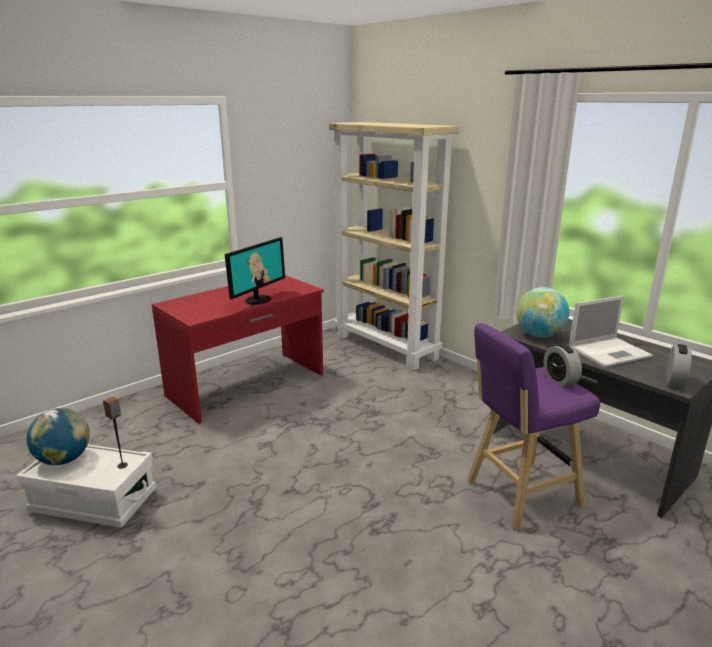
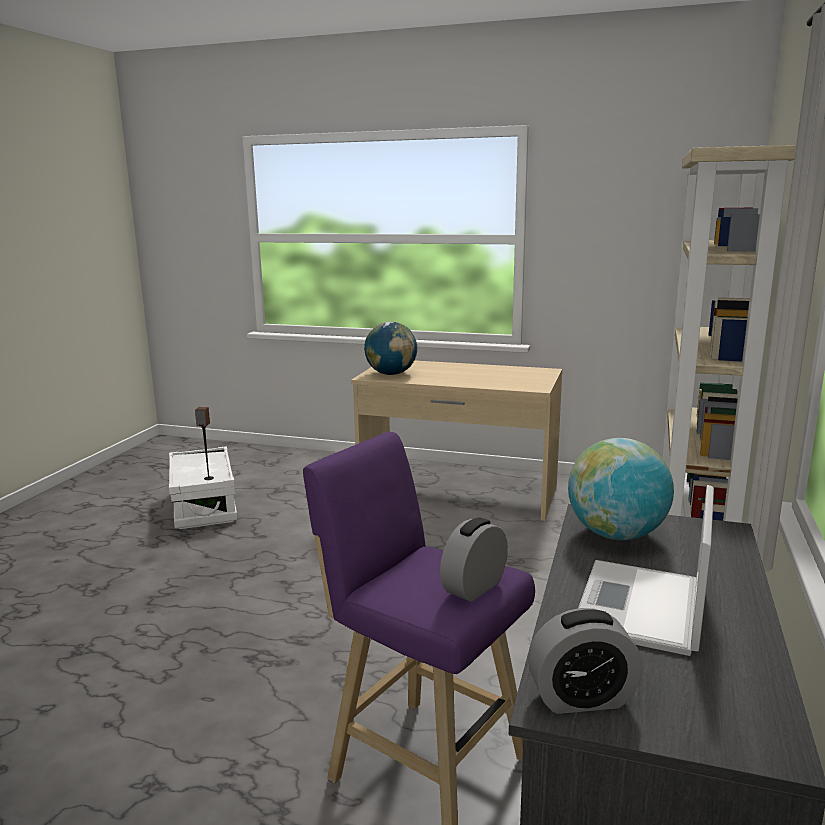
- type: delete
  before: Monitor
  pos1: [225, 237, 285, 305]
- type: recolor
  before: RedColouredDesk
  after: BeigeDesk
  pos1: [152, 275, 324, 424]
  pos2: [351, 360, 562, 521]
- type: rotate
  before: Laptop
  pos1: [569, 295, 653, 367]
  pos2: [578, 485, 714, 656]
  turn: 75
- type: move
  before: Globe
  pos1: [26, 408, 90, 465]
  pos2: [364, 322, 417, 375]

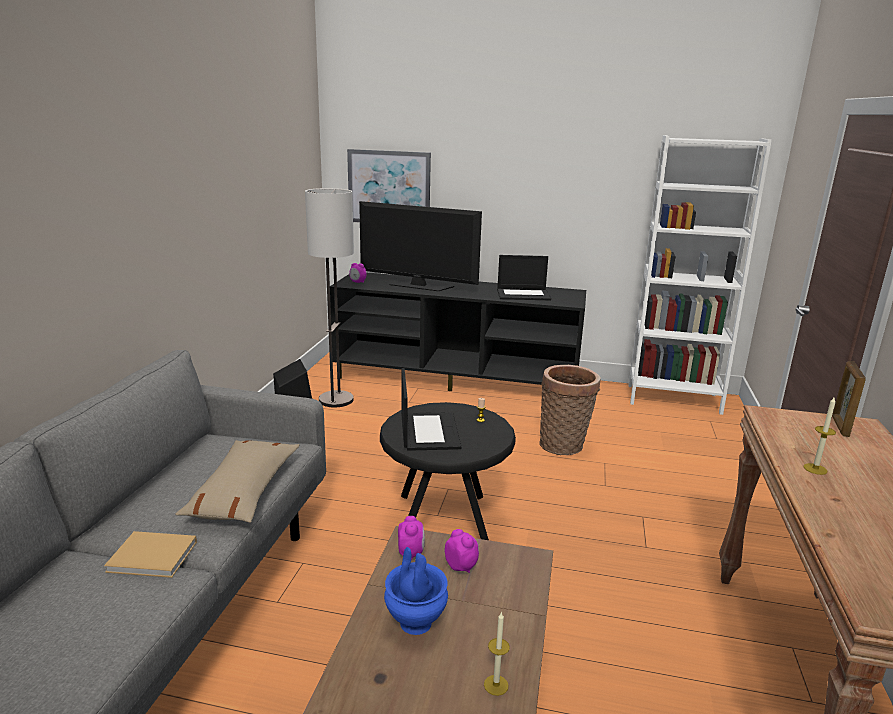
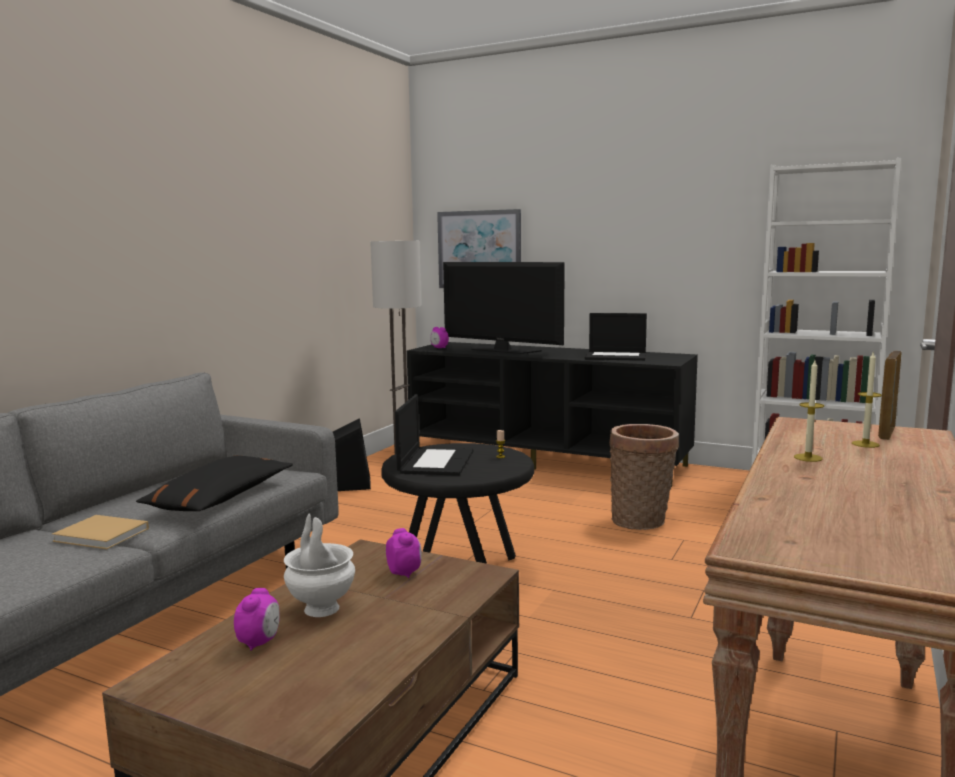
- type: recolor
  before: BeigeCushion
  after: BlackishCushion
  pos1: [175, 440, 299, 523]
  pos2: [136, 456, 293, 511]
- type: move
  before: TableClock
  pos1: [398, 516, 425, 561]
  pos2: [234, 588, 280, 651]
- type: recolor
  before: BluishDecorativeVase
  after: WhitishDecorativeVase
  pos1: [384, 547, 448, 635]
  pos2: [284, 513, 355, 617]
- type: move
  before: WaxCandle
  pos1: [484, 612, 510, 696]
  pos2: [852, 352, 882, 448]

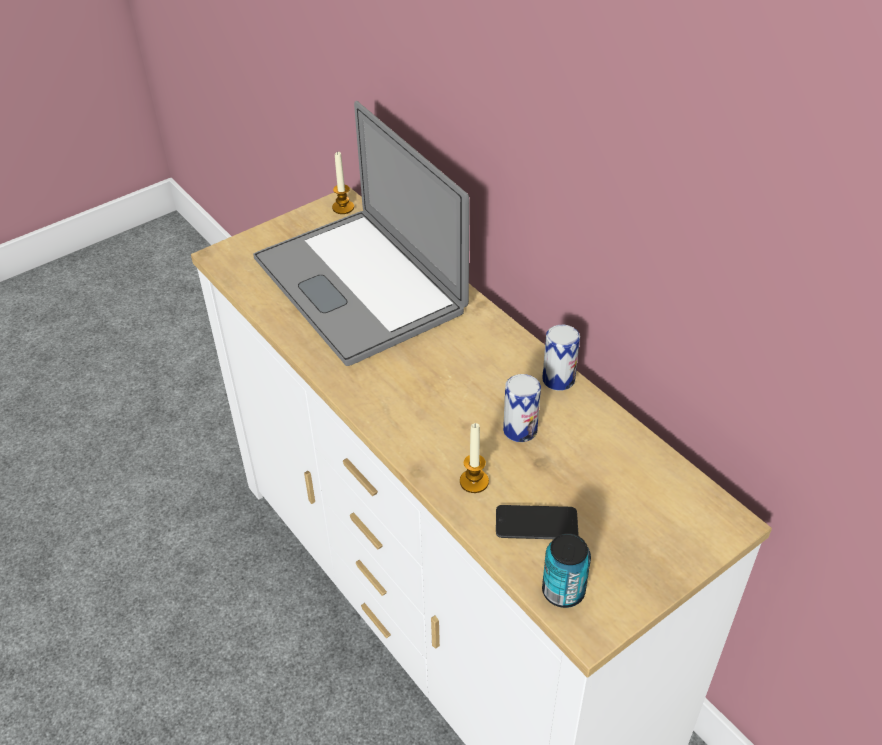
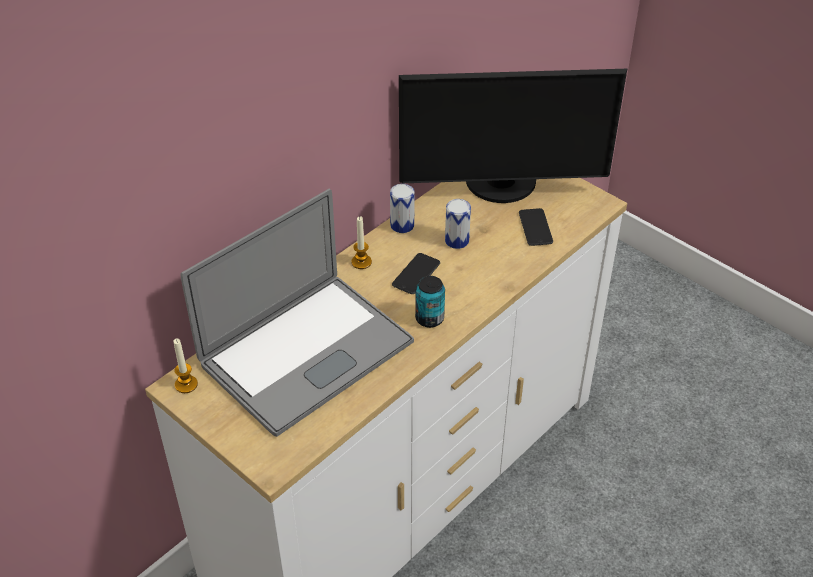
- type: move
  before: WaxCandle
  pos1: [460, 423, 489, 493]
  pos2: [351, 216, 372, 269]
- type: move
  before: MetalCan
  pos1: [542, 533, 591, 608]
  pos2: [415, 276, 445, 328]
- type: insert
  after: Monitor
  pos2: [399, 69, 627, 203]
- type: insert
  after: Handset
  pos2: [392, 253, 440, 294]

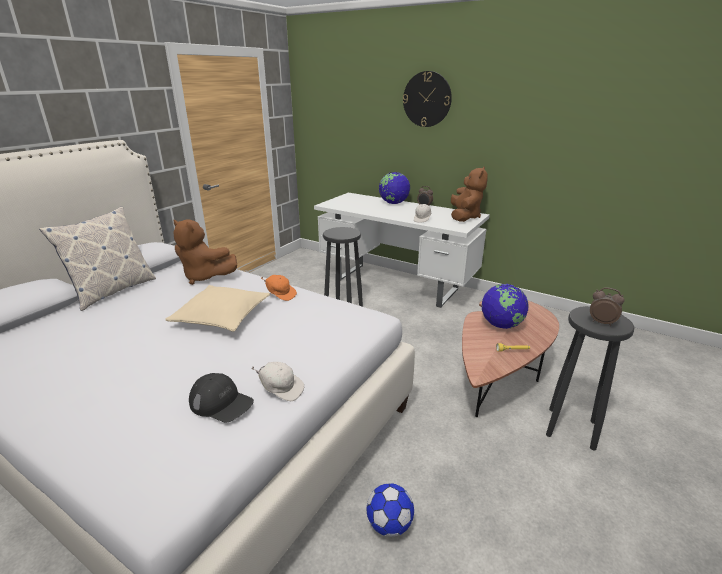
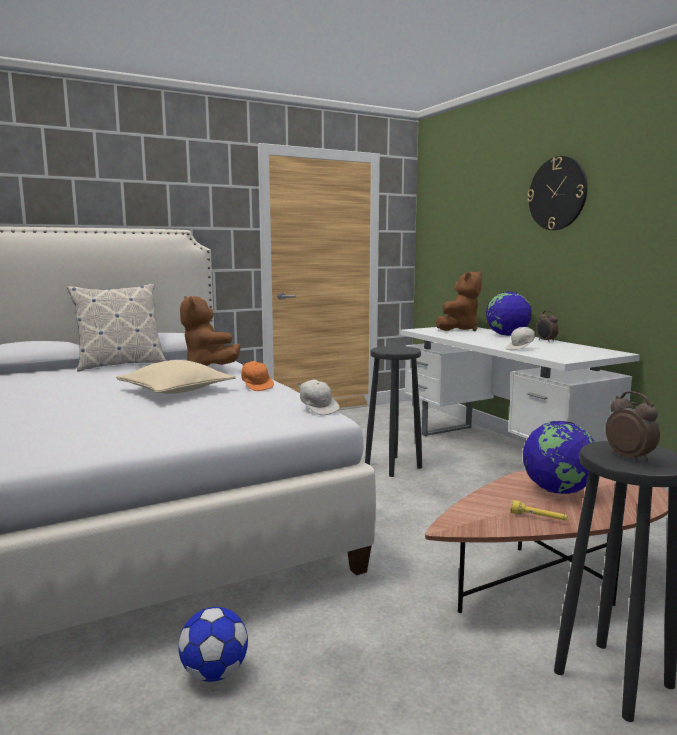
- type: move
  before: BrownSoftToy
  pos1: [451, 166, 488, 222]
  pos2: [436, 271, 482, 331]
- type: move
  before: WhitishCap
  pos1: [251, 362, 304, 401]
  pos2: [297, 380, 340, 415]
- type: delete
  before: BlackishCap
  pos1: [189, 373, 254, 422]

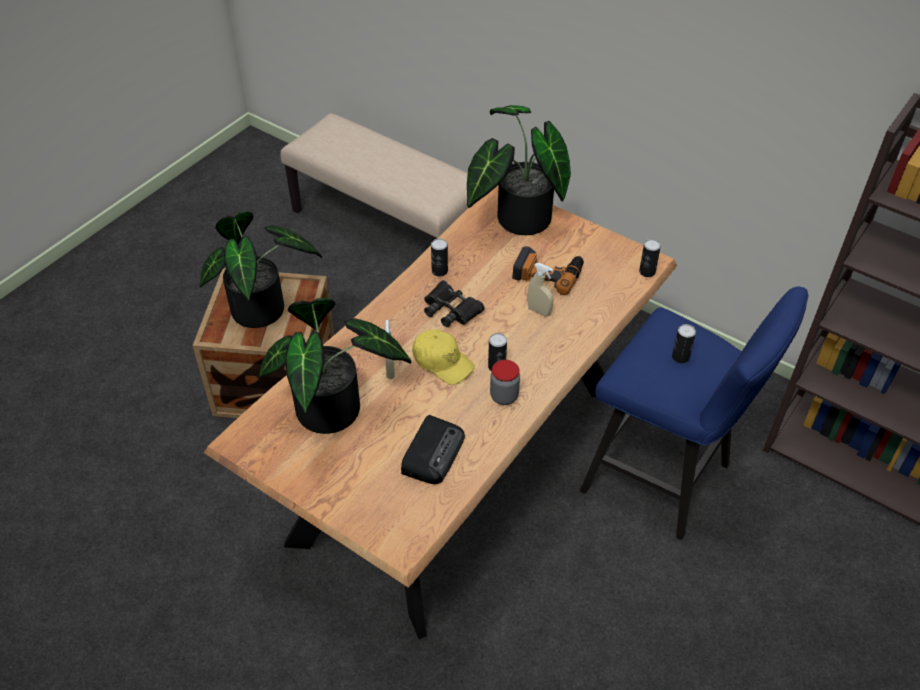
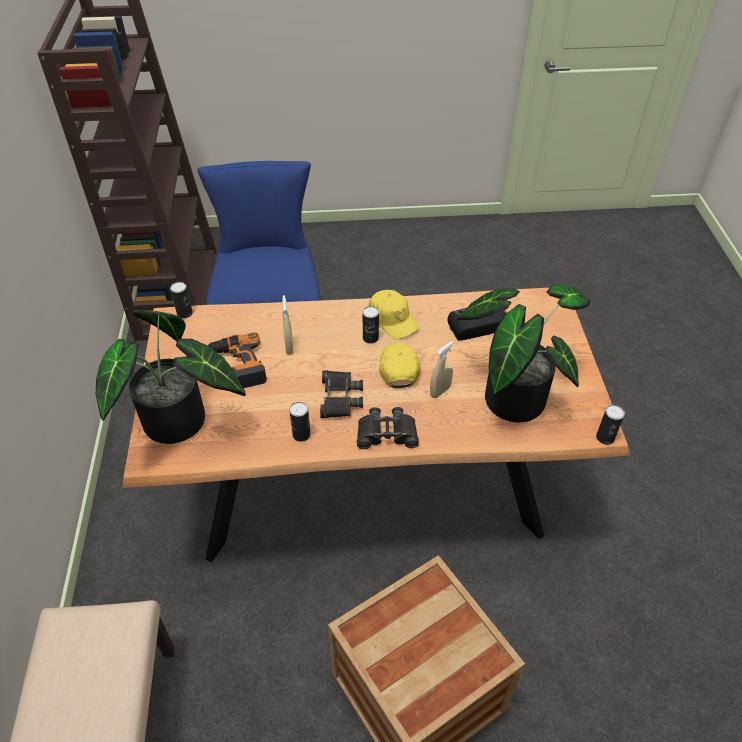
- type: delete
  before: PottedPlant
  pos1: [200, 211, 322, 328]
- type: move
  before: MetalCan
  pos1: [672, 324, 696, 364]
  pos2: [596, 405, 625, 445]
- type: replace
  before: PreserveJar
  after: YellowColouredCap
  pos1: [490, 360, 520, 405]
  pos2: [369, 290, 420, 339]
- type: insert
  after: BlackishFieldGlasses
  pos2: [357, 407, 419, 449]

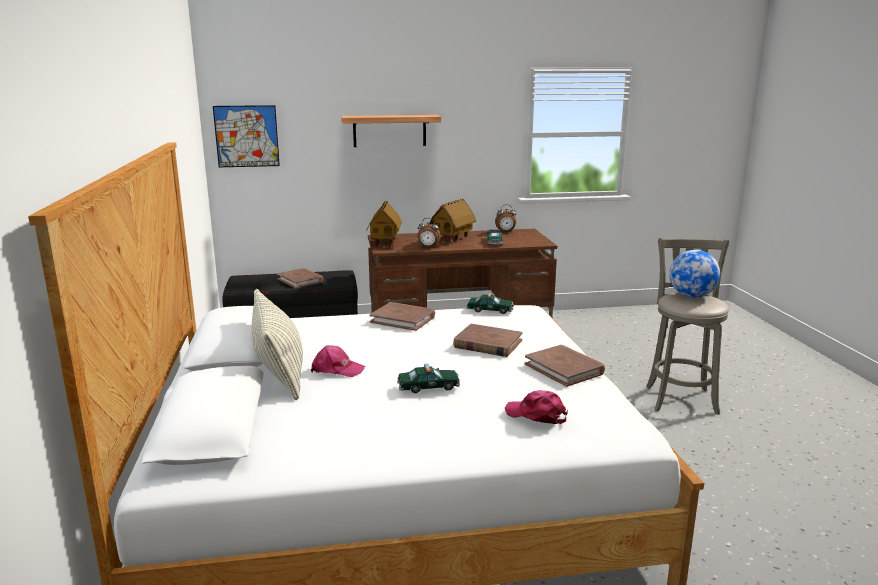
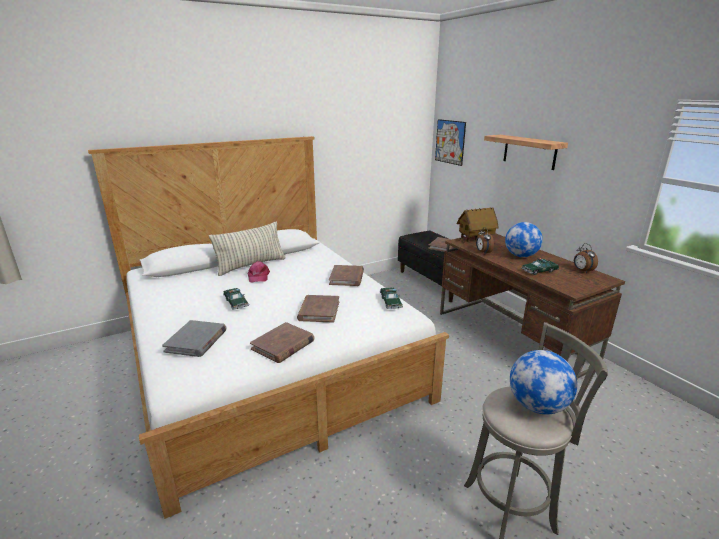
- type: replace
  before: ModelHouse
  after: Globe
  pos1: [429, 199, 476, 246]
  pos2: [505, 222, 543, 257]
- type: replace
  before: PinkishCap
  after: GreyVolume
  pos1: [505, 390, 568, 424]
  pos2: [162, 320, 227, 357]

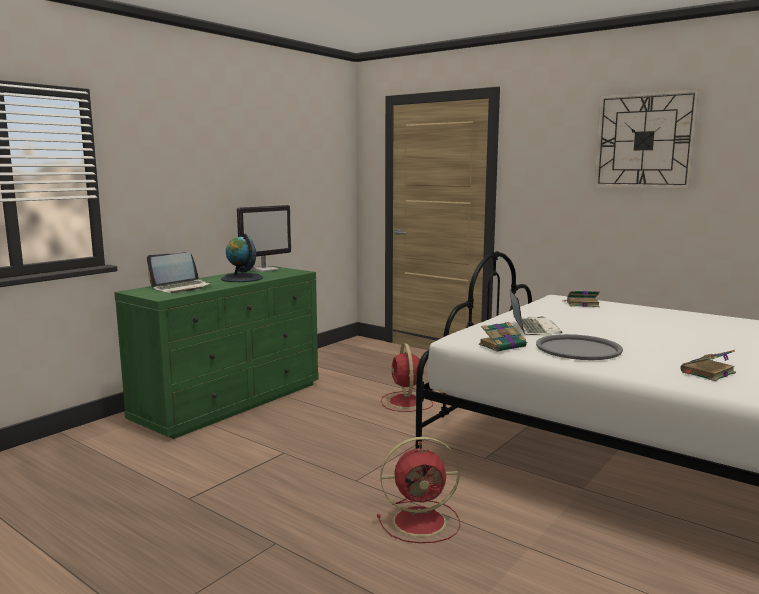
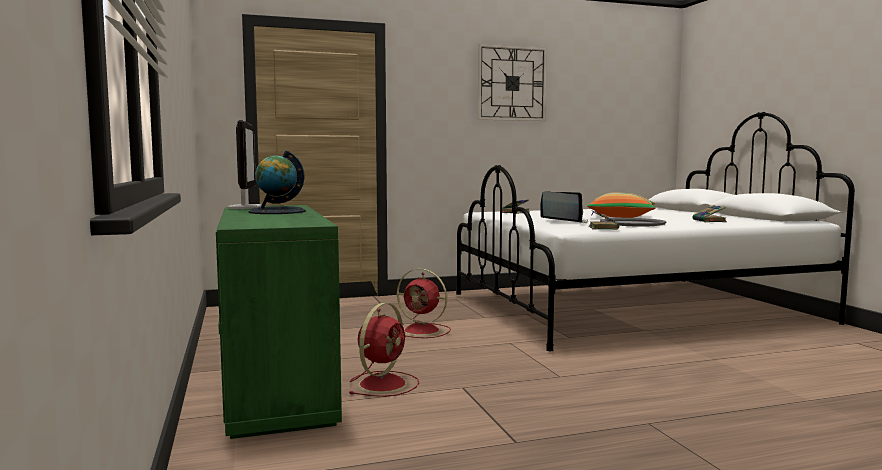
- type: delete
  before: Laptop
  pos1: [147, 252, 212, 293]
- type: move
  before: RedColouredCoolingFan
  pos1: [377, 437, 460, 543]
  pos2: [348, 303, 419, 397]
- type: insert
  after: Cushion
  pos2: [587, 193, 655, 218]

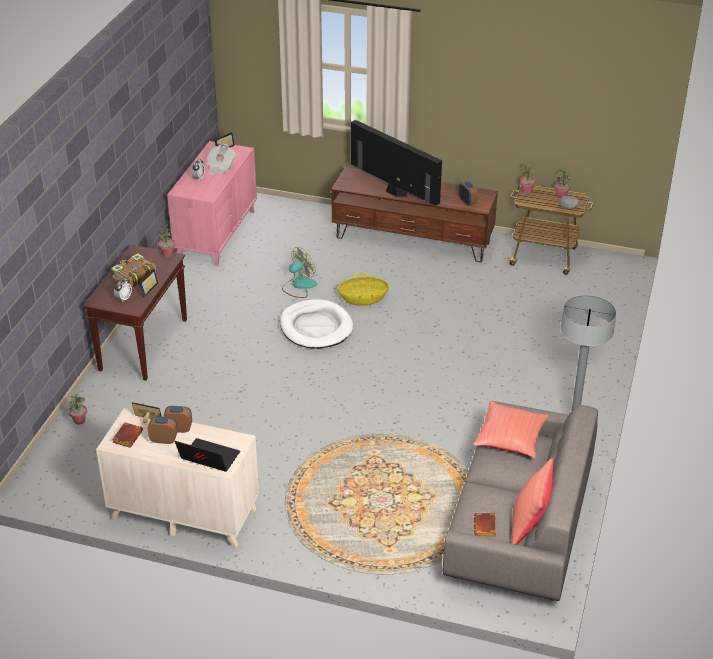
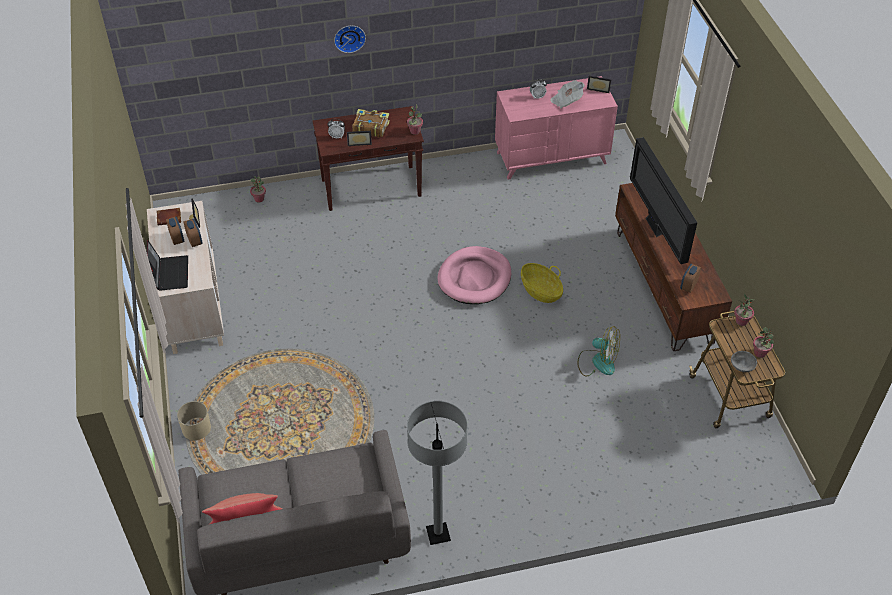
- type: rotate
  before: TvSet
  pos1: [351, 120, 442, 206]
  pos2: [630, 137, 697, 264]
  turn: 150
- type: move
  before: CoolingFan
  pos1: [282, 247, 317, 298]
  pos2: [577, 326, 620, 377]
- type: recolor
  before: WhitishDogBed
  after: PinkishDogBed
  pos1: [280, 299, 353, 349]
  pos2: [438, 246, 511, 304]
- type: delete
  before: RedColouredCushion
  pos1: [473, 401, 548, 459]
- type: delete
  before: BrownVolume
  pos1: [474, 513, 496, 537]
- type: insert
  after: HangingClock
  pos2: [334, 26, 366, 53]
- type: insert
  after: BeigePlanter
  pos2: [177, 401, 211, 440]

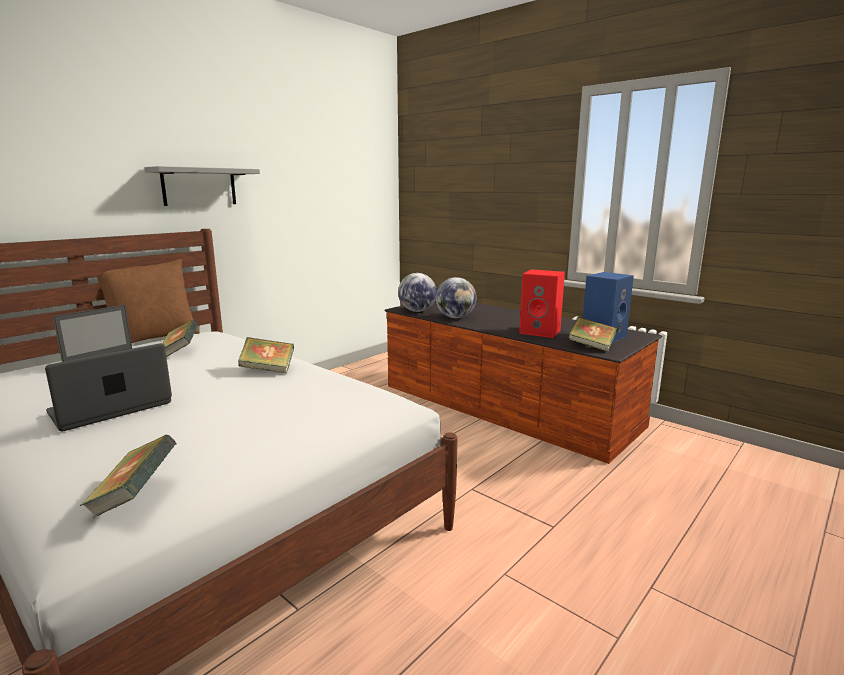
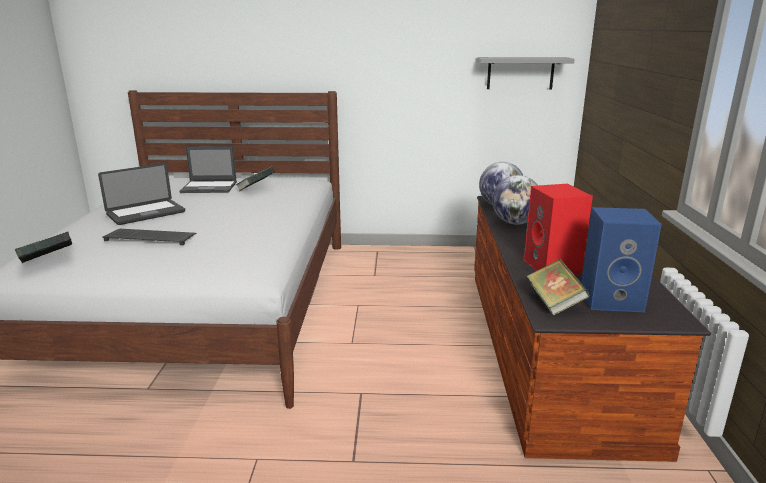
- type: move
  before: GreyWallShelf
  pos1: [144, 166, 260, 206]
  pos2: [477, 57, 575, 89]
- type: delete
  before: BrownCushion
  pos1: [97, 259, 200, 343]
- type: delete
  before: Volume
  pos1: [238, 337, 294, 374]
- type: rotate
  before: Laptop
  pos1: [45, 343, 172, 431]
  pos2: [98, 163, 185, 225]
  turn: 135
- type: insert
  after: Keyboard
  pos2: [102, 229, 197, 245]

